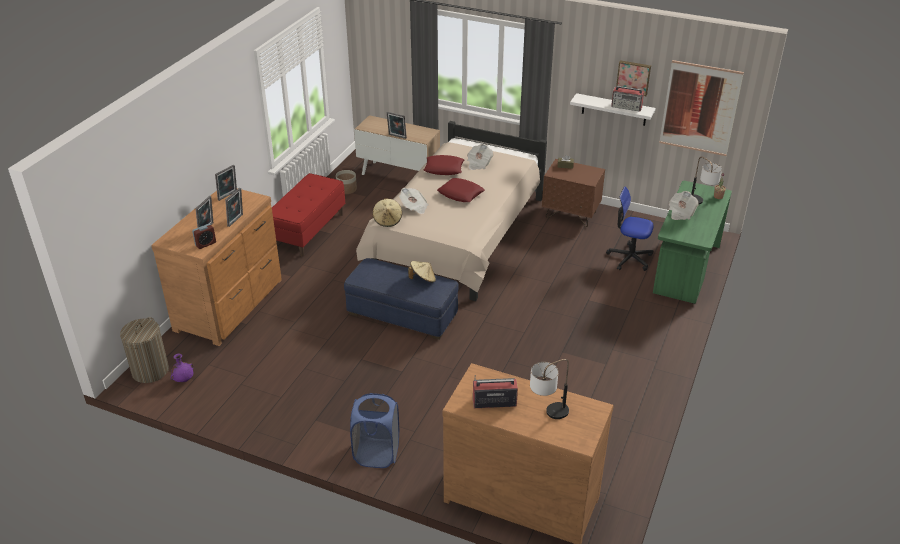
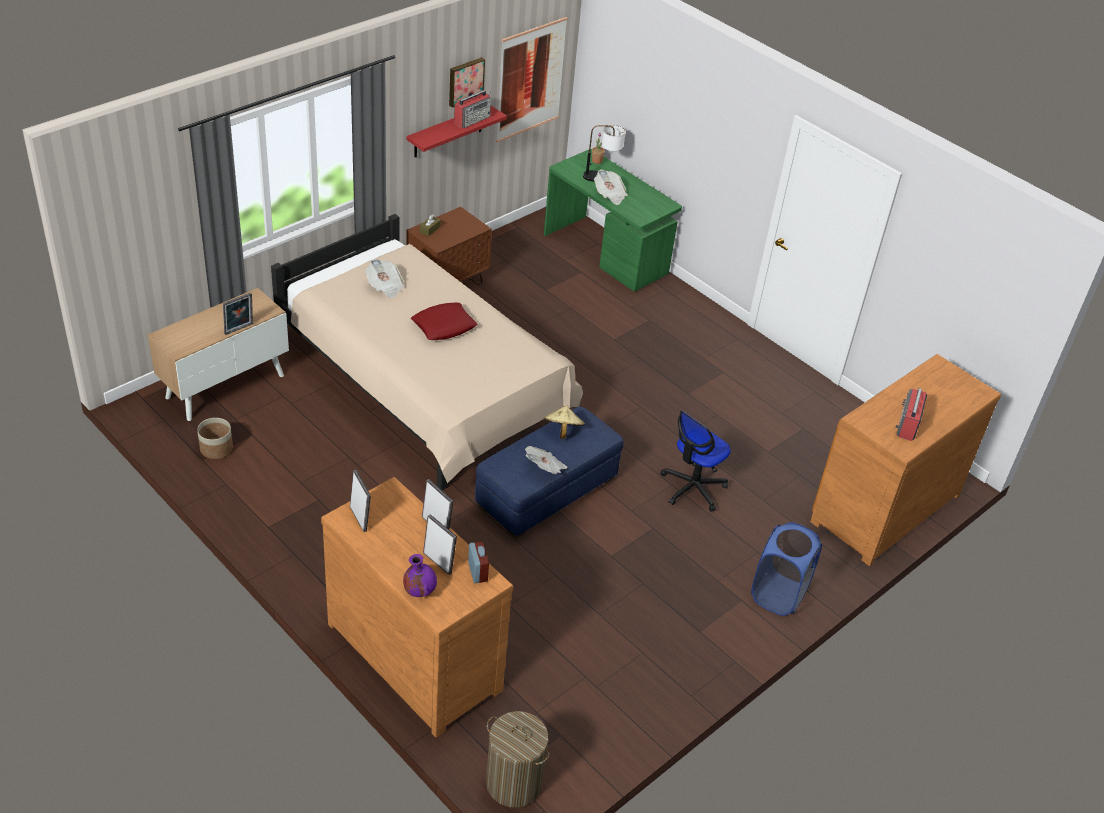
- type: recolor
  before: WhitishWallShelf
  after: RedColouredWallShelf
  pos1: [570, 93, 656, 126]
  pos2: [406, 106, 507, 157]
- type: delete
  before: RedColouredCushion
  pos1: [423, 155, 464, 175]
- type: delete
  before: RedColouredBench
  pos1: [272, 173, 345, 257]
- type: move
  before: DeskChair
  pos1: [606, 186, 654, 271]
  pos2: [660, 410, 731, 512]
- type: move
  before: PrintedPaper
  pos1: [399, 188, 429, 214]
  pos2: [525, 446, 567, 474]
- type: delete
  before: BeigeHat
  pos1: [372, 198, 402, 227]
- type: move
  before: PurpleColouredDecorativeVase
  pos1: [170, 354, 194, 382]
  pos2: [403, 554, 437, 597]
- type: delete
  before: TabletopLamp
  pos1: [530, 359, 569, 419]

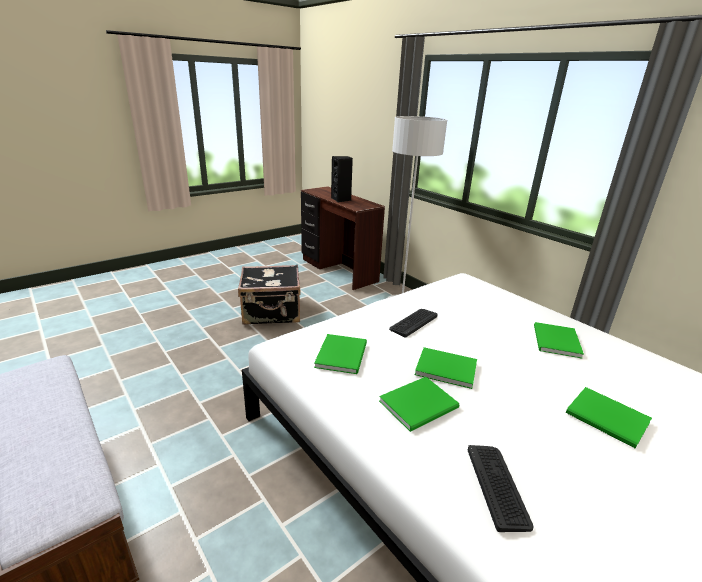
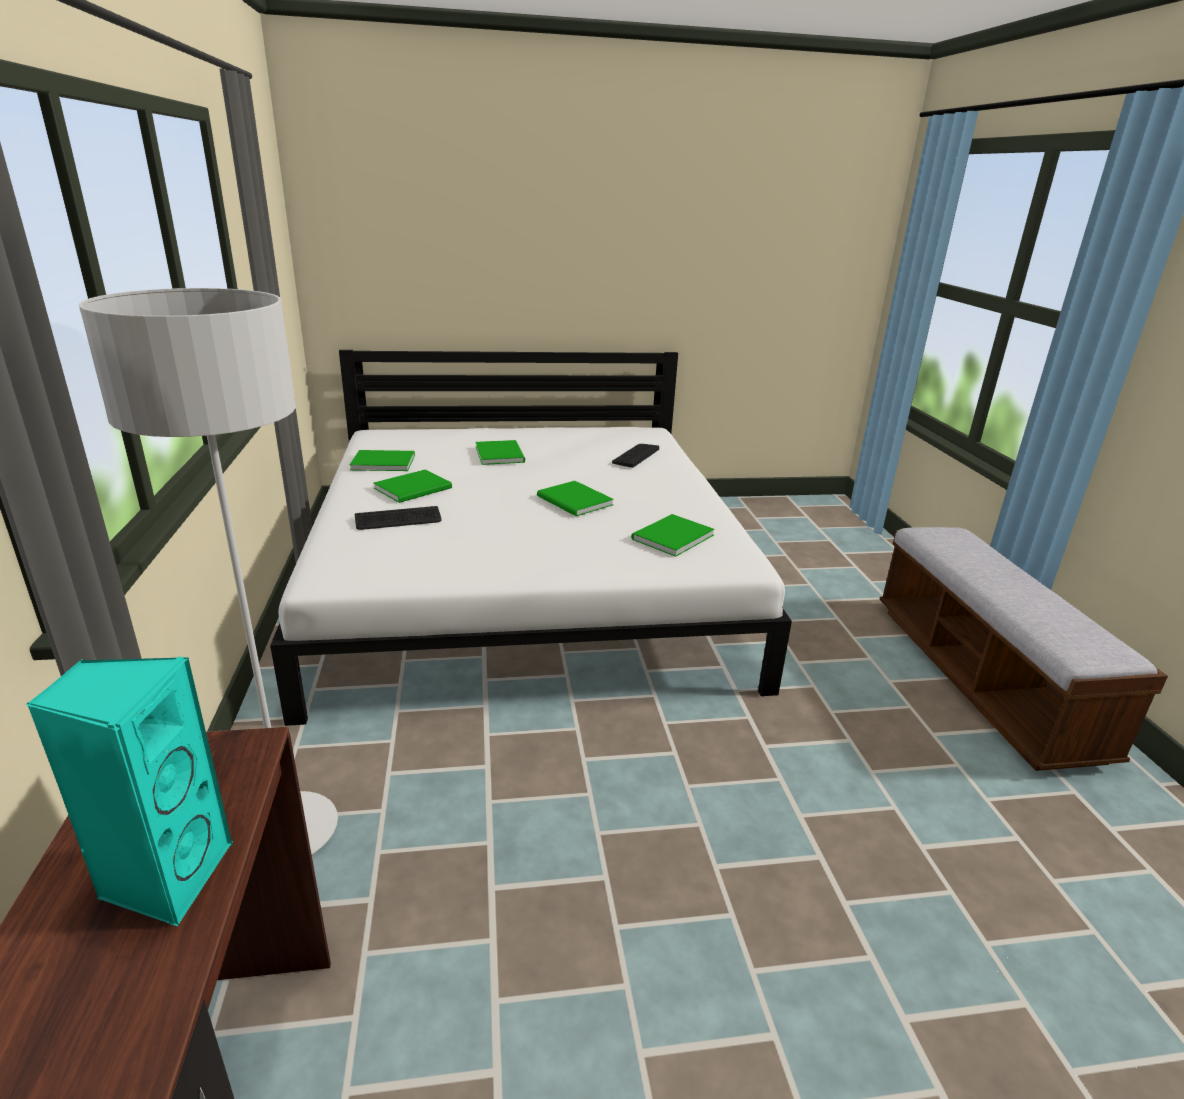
- type: recolor
  before: BlackishAudioSpeaker
  after: TurquoiseColouredAudioSpeaker
  pos1: [331, 156, 353, 202]
  pos2: [26, 657, 233, 926]
- type: delete
  before: BlackishSuitcase
  pos1: [238, 265, 301, 325]
- type: move
  before: Keyboard
  pos1: [389, 309, 438, 337]
  pos2: [355, 506, 441, 530]
- type: move
  before: GreenVolume
  pos1: [379, 377, 459, 432]
  pos2: [349, 450, 415, 471]

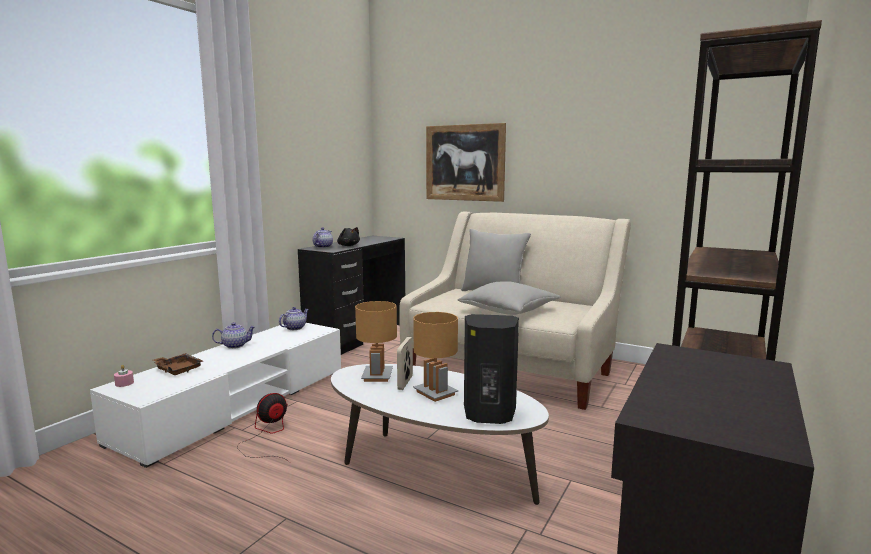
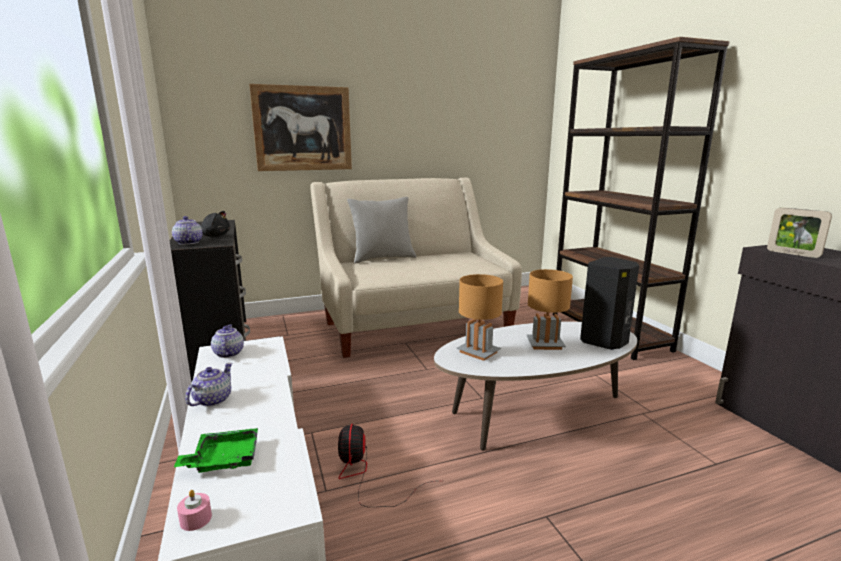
- type: delete
  before: GreyCushion
  pos1: [458, 281, 561, 315]
- type: move
  before: PictureFrame
  pos1: [397, 337, 413, 390]
  pos2: [767, 207, 832, 258]
- type: recolor
  before: BrownTray
  after: GreenTray
  pos1: [153, 353, 203, 375]
  pos2: [174, 428, 258, 473]

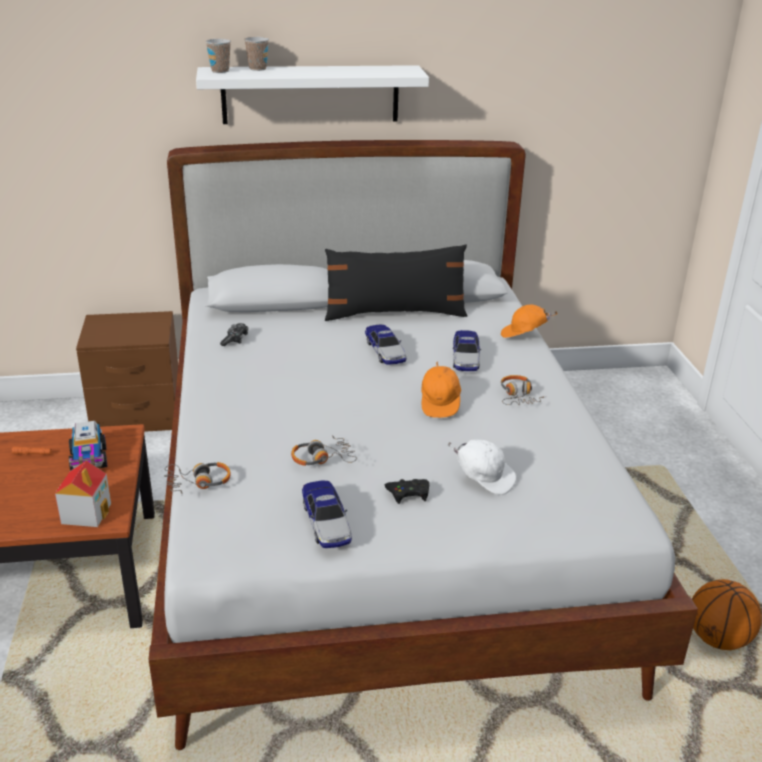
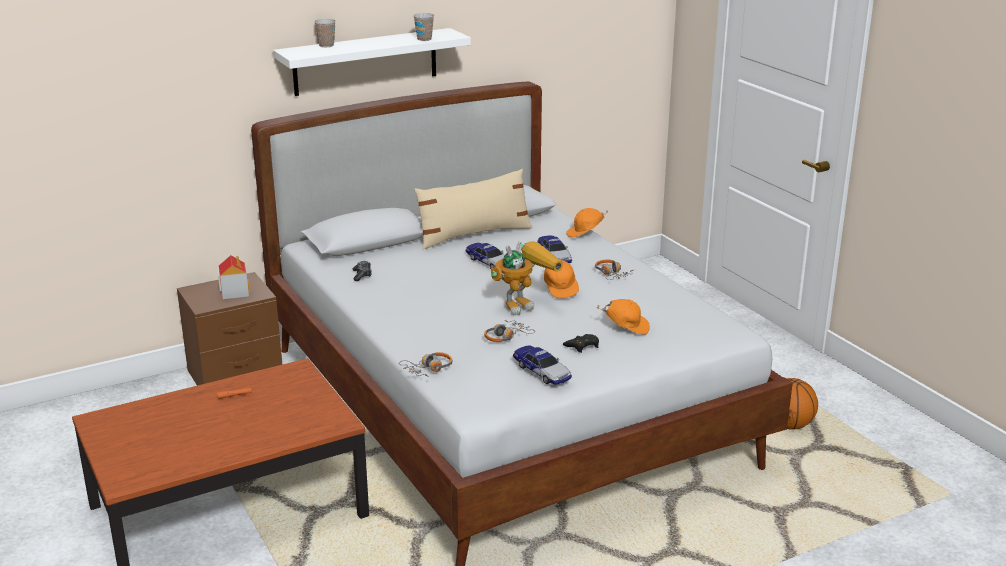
- type: move
  before: Cup
  pos1: [206, 39, 231, 73]
  pos2: [413, 13, 434, 41]
- type: recolor
  before: BlackishCushion
  after: BeigeCushion
  pos1: [325, 244, 467, 321]
  pos2: [414, 169, 533, 250]
- type: delete
  before: ModelTruck
  pos1: [69, 421, 107, 471]
- type: recolor
  before: WhitishCap
  after: OrangeCap
  pos1: [447, 439, 516, 495]
  pos2: [596, 299, 650, 335]
- type: move
  before: ModelHouse
  pos1: [55, 461, 111, 527]
  pos2: [217, 255, 250, 299]
- type: insert
  after: ModelRobot
  pos2: [491, 241, 563, 316]

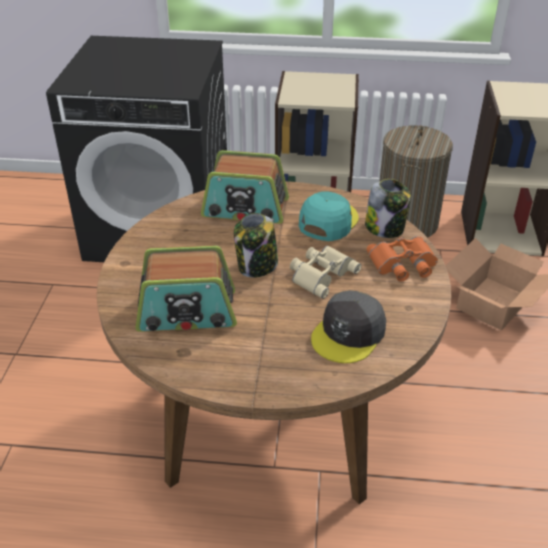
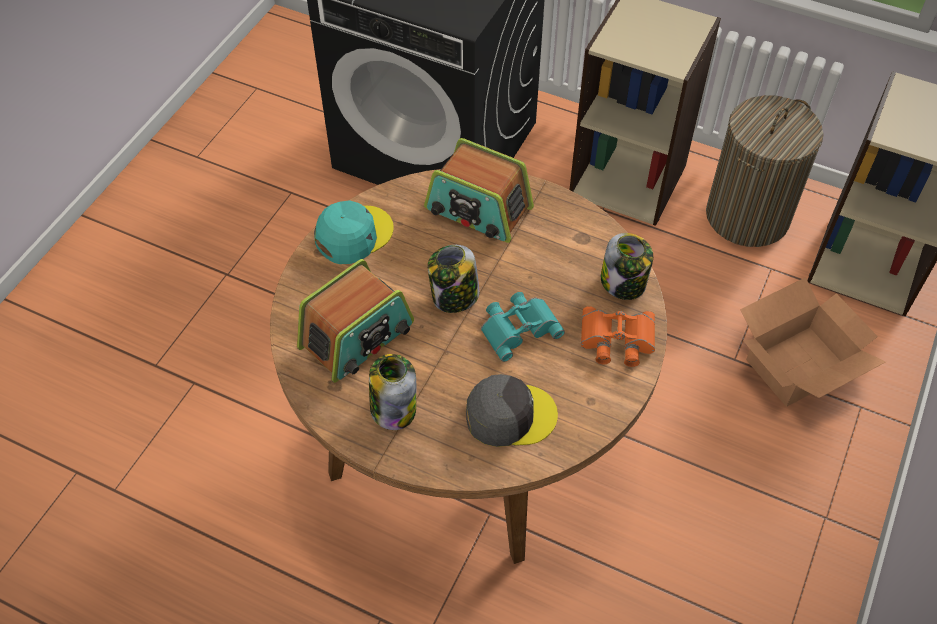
- type: move
  before: TurquoiseColouredCap
  pos1: [299, 192, 359, 241]
  pos2: [314, 200, 394, 264]
- type: rotate
  before: Radio
  pos1: [136, 246, 237, 332]
  pos2: [297, 259, 414, 383]
  turn: -60
- type: recolor
  before: BeigeFieldGlasses
  after: TurquoiseColouredFieldGlasses
  pos1: [290, 246, 362, 299]
  pos2: [481, 292, 565, 362]
- type: rotate
  before: GreyCap
  pos1: [311, 290, 386, 363]
  pos2: [466, 374, 558, 447]
  turn: -150
- type: insert
  after: PreserveJar
  pos2: [369, 354, 416, 430]

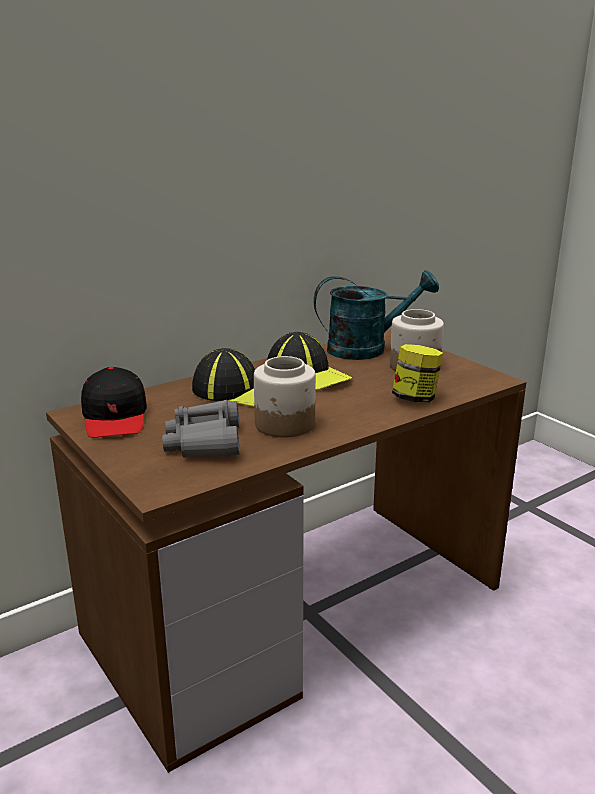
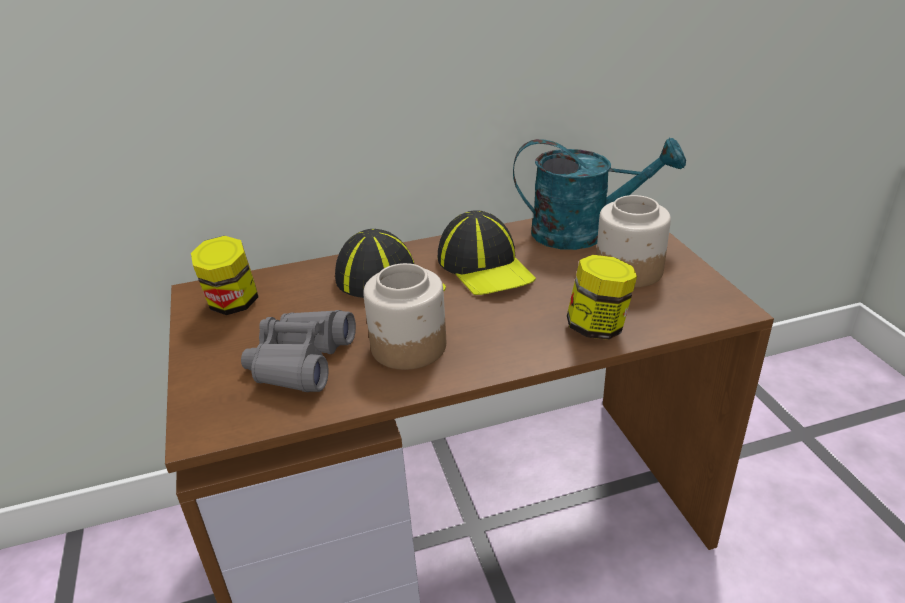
- type: replace
  before: BlackishCap
  after: PreserveJar
  pos1: [81, 367, 147, 438]
  pos2: [191, 236, 258, 315]

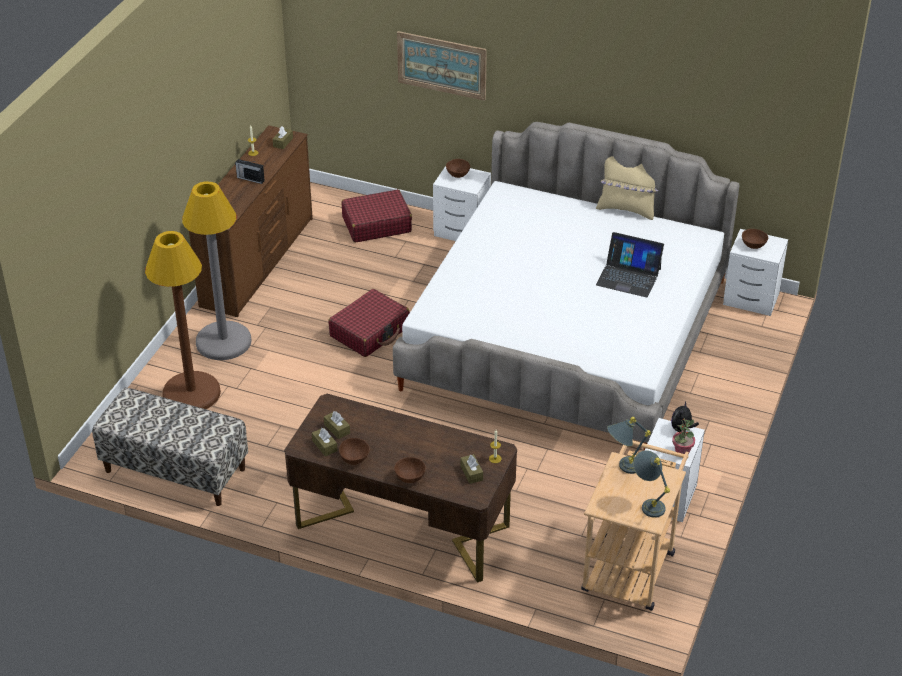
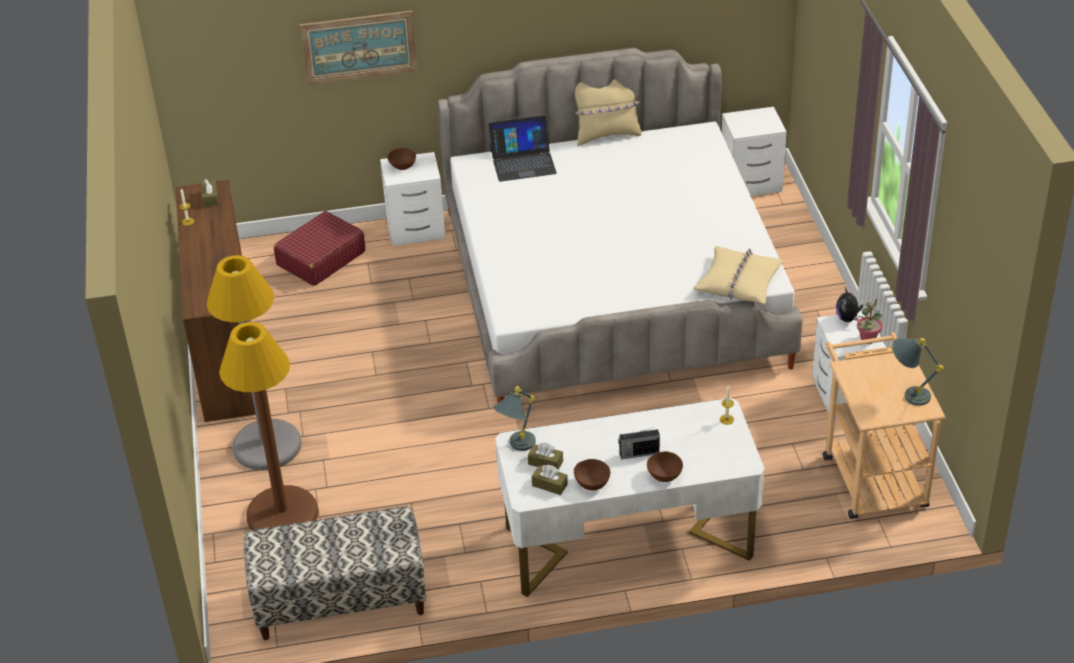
- type: move
  before: Radio
  pos1: [235, 159, 265, 184]
  pos2: [618, 427, 660, 459]
- type: delete
  before: BrownServingBowl
  pos1: [742, 229, 768, 249]
- type: move
  before: Laptop
  pos1: [596, 232, 664, 298]
  pos2: [489, 115, 557, 182]
- type: delete
  before: RedColouredSuitcase
  pos1: [328, 289, 410, 357]
- type: recolor
  before: BrownDesk
  after: WhitishDesk
  pos1: [284, 394, 517, 583]
  pos2: [495, 398, 765, 597]
- type: move
  before: GreyTabletopLamp
  pos1: [607, 417, 651, 474]
  pos2: [493, 386, 536, 451]
- type: delete
  before: BrownBoxOfTissues
  pos1: [460, 454, 483, 484]
- type: insert
  after: BeigeCushion
  pos2: [693, 246, 784, 304]

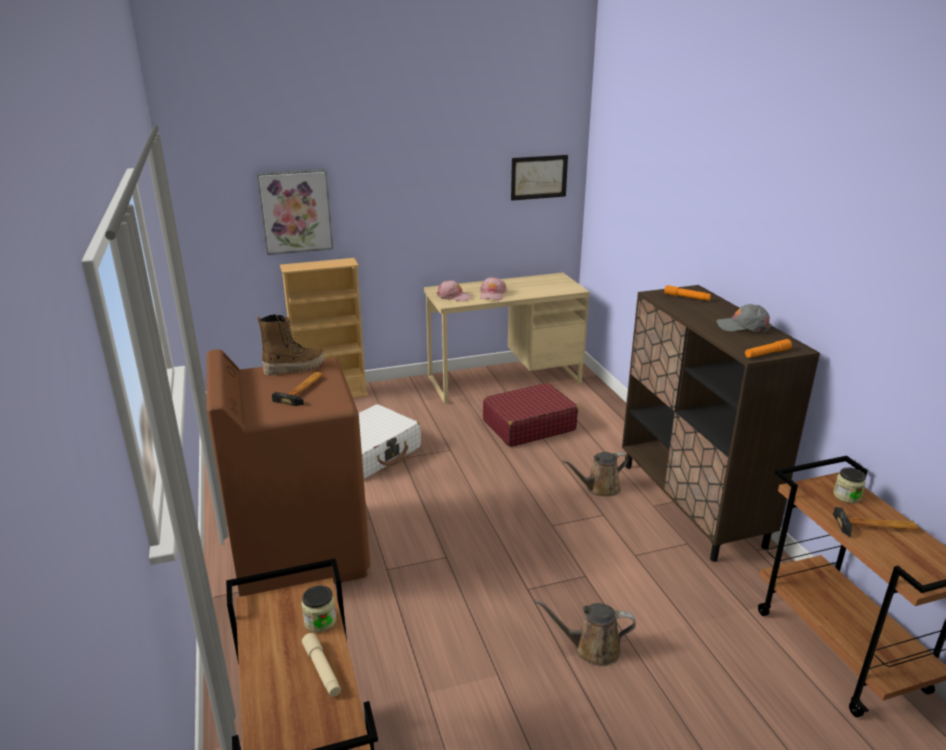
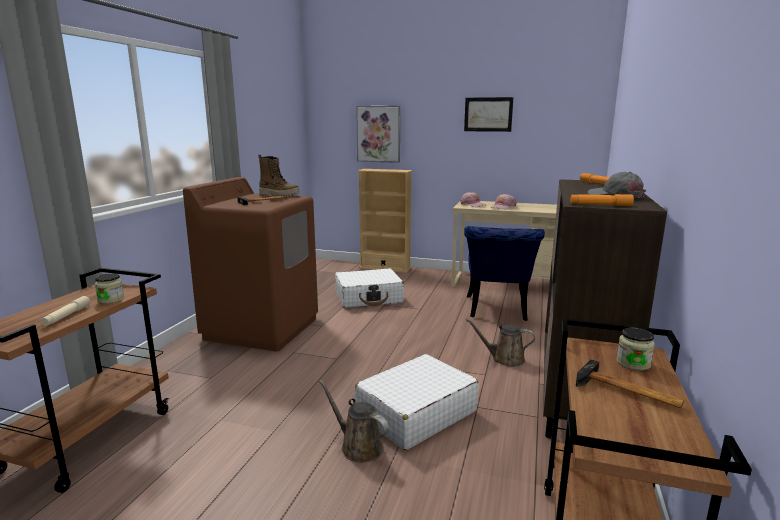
- type: move
  before: WallPicture
  pos1: [511, 155, 568, 201]
  pos2: [464, 97, 513, 132]
- type: replace
  before: RedColouredSuitcase
  after: BluishPlainChair
  pos1: [483, 383, 578, 447]
  pos2: [464, 226, 545, 321]
- type: insert
  after: WhitishSuitcase
  pos2: [355, 354, 479, 450]

